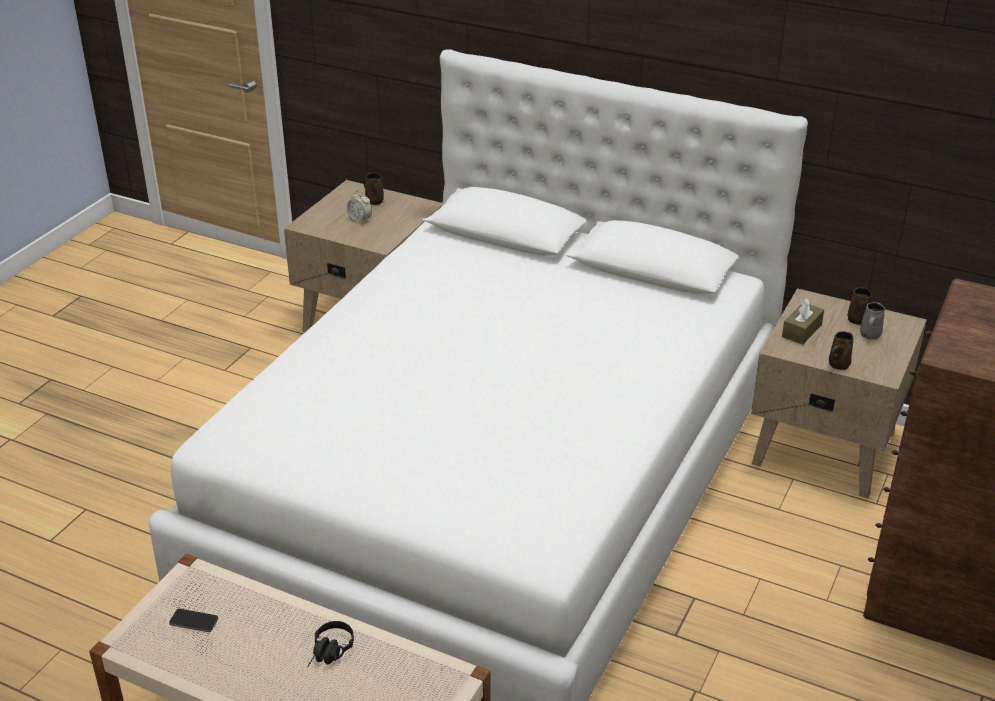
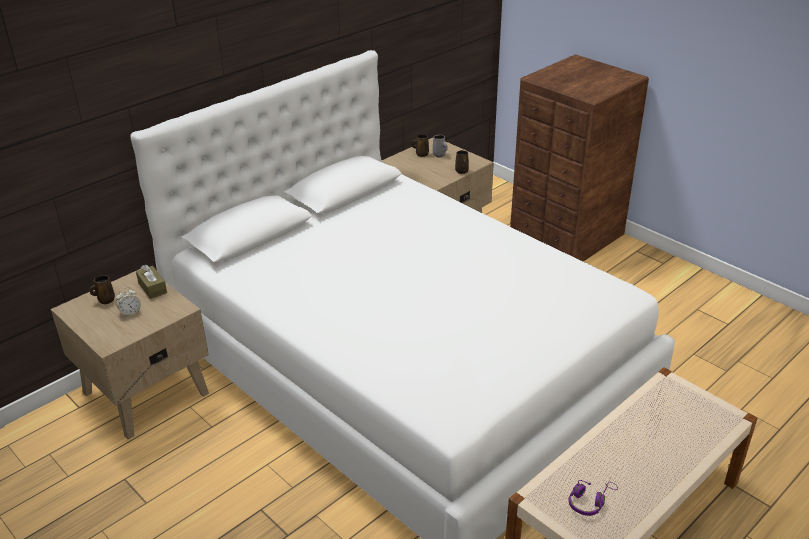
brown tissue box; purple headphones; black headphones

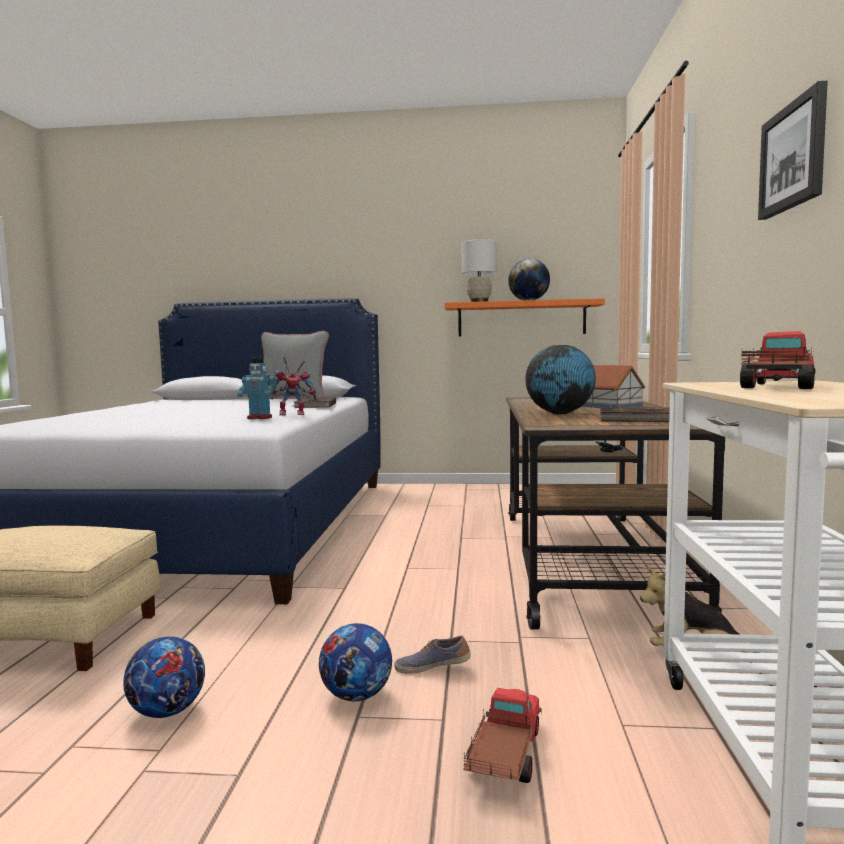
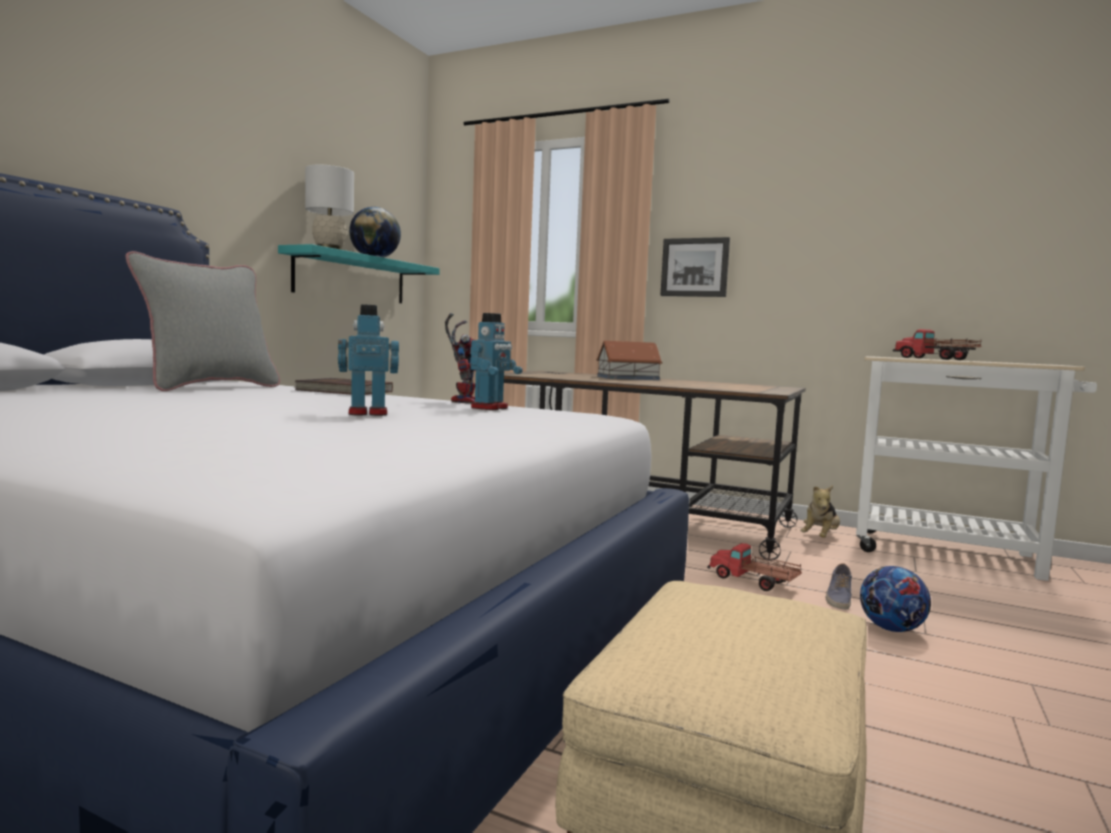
picture; turquoise shelf; globe (2nd from left in the first image); brown book (2nd from left in the first image); football (1st from left in the first image); toy truck (1st from left); toy robot (1st from left)

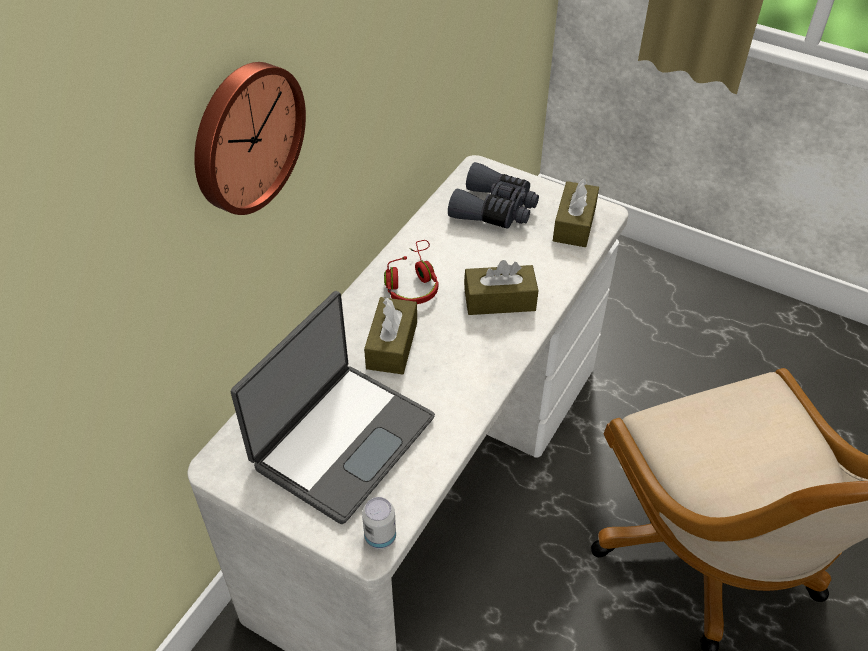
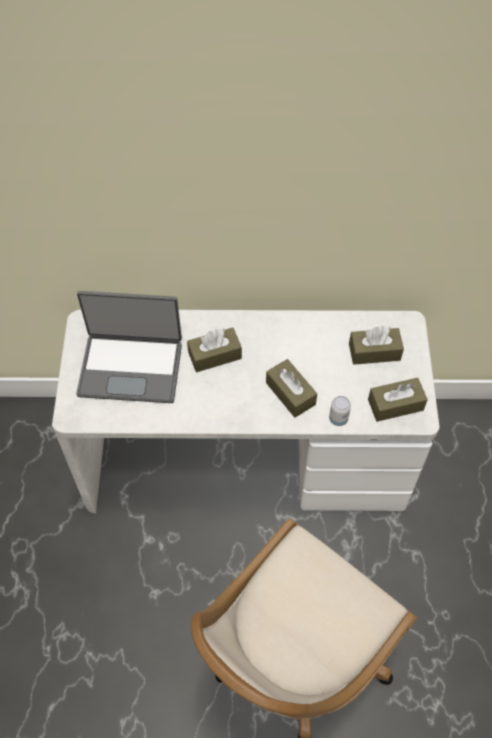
wall clock; brown tissue box (3rd from left); red headphones; can

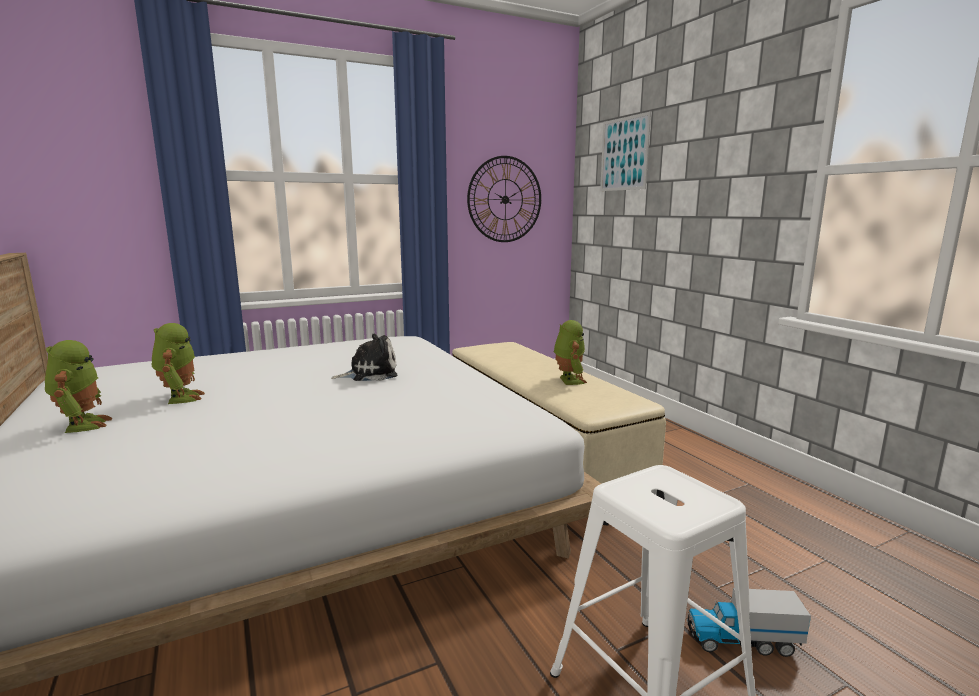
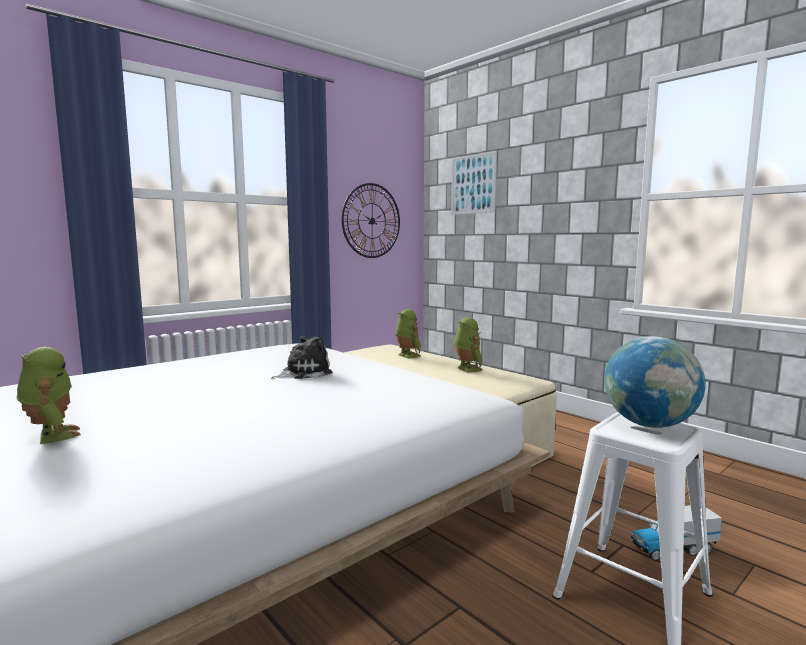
toy robot (2nd from left); globe

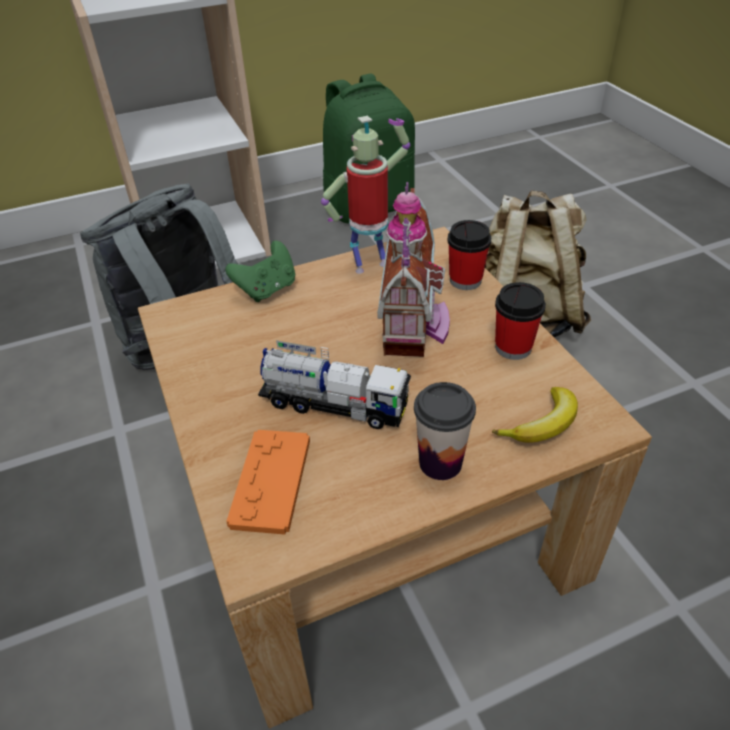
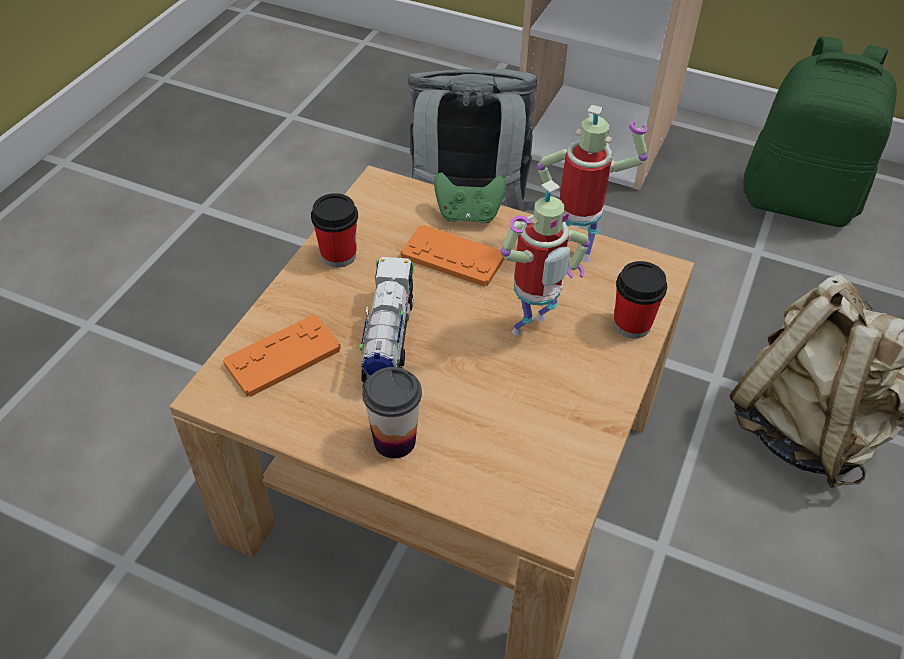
toy robot (1st from left); cup (1st from left); toy truck; banana; orange game controller (2nd from left)

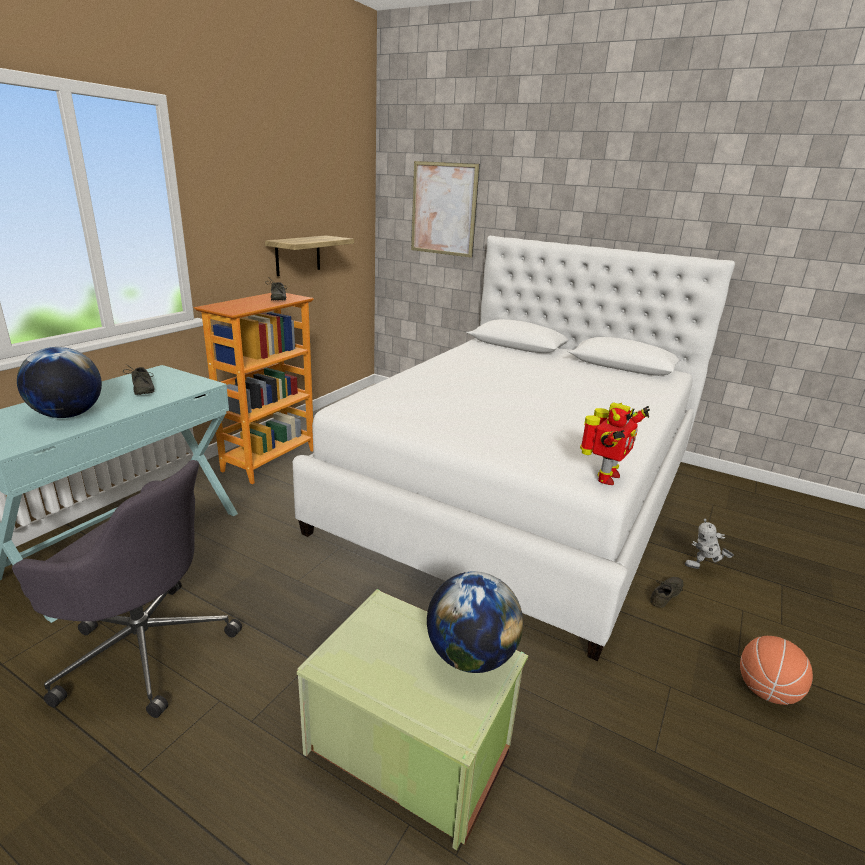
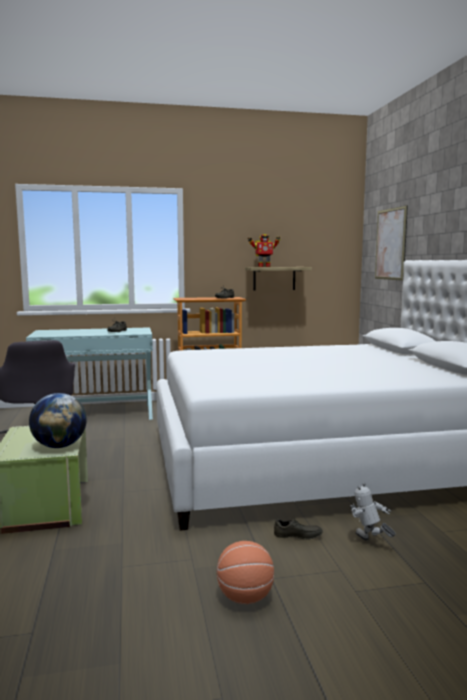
globe (1st from left in the first image); toy robot (1st from left)

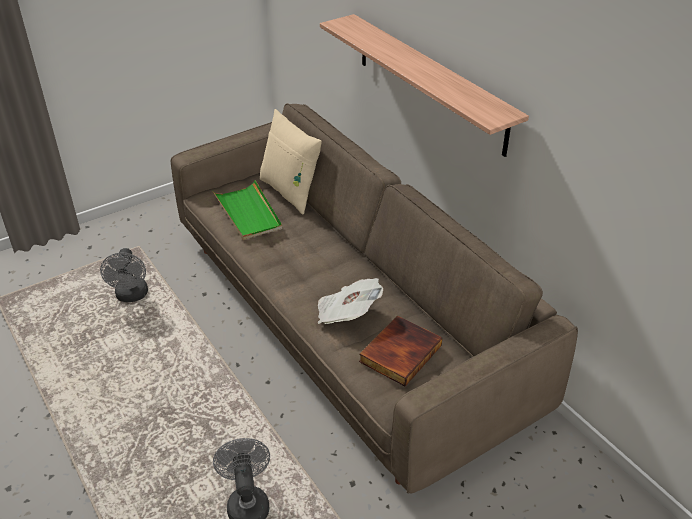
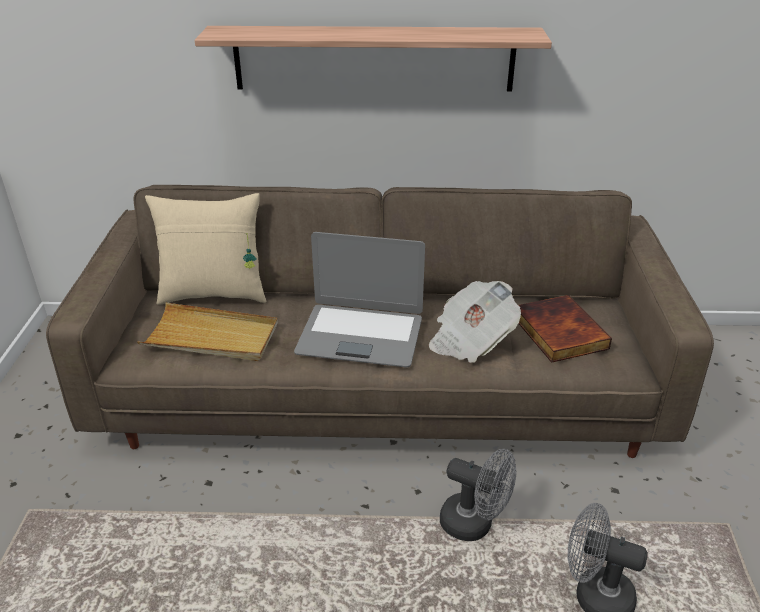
beige tray; grey fan (1st from left); laptop

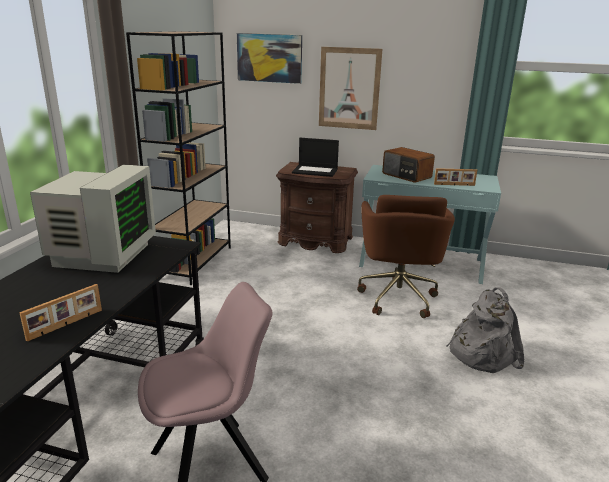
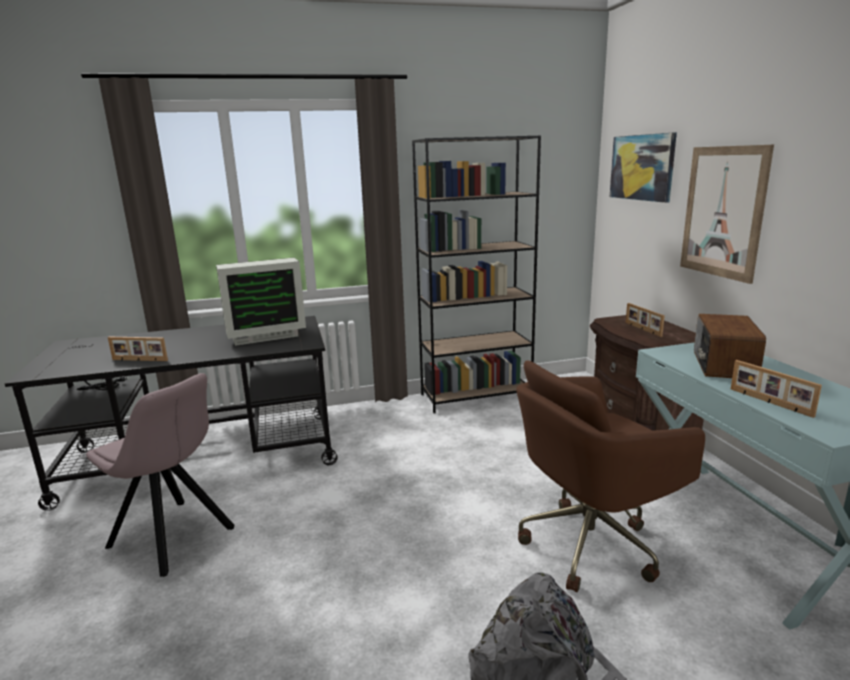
picture frame (2nd from left)

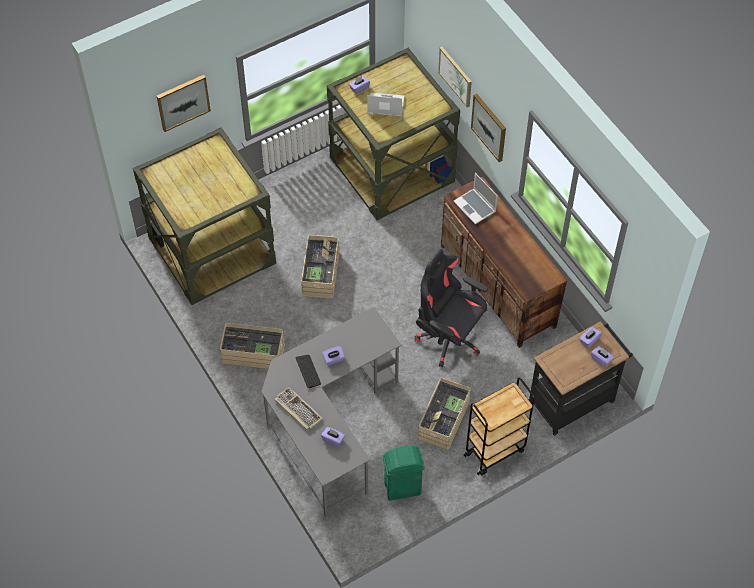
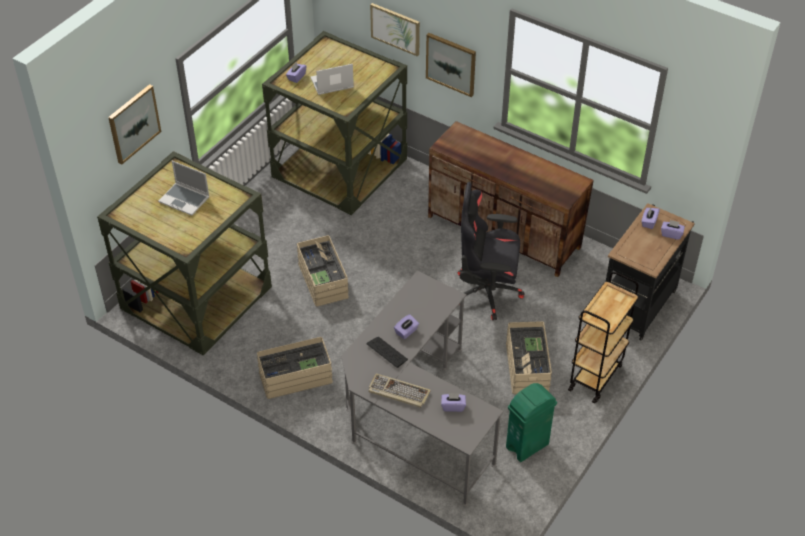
laptop (1st from left)

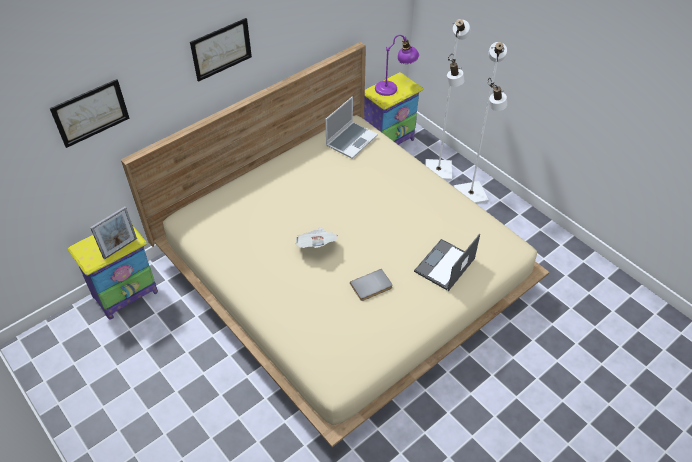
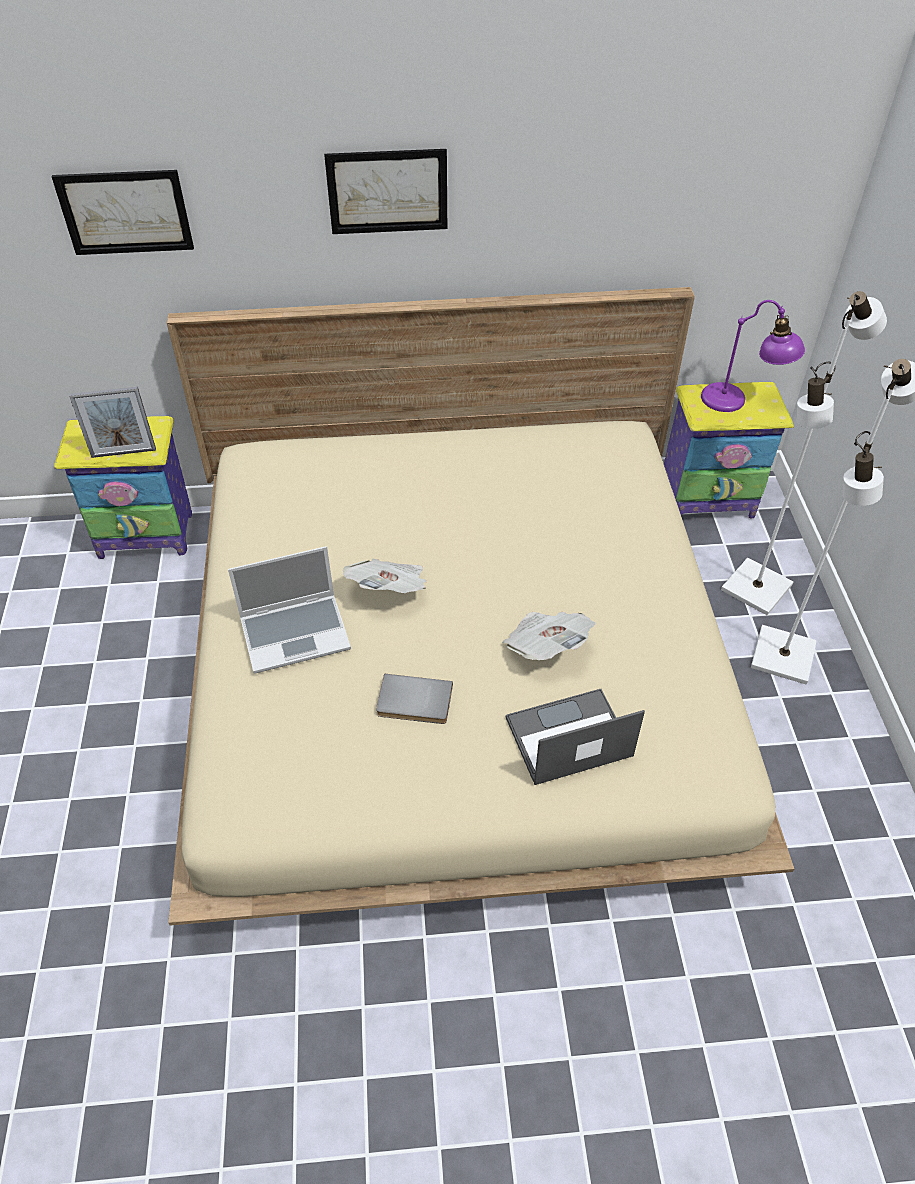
laptop (1st from left); newspaper (2nd from left)

